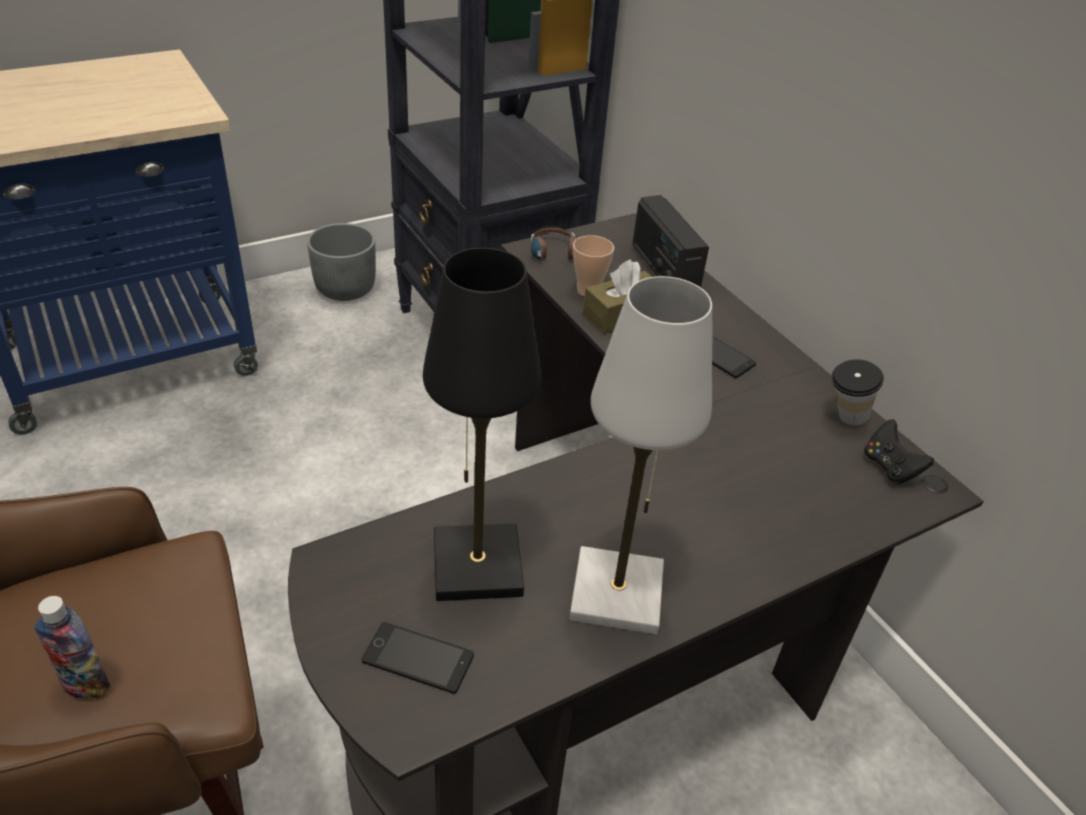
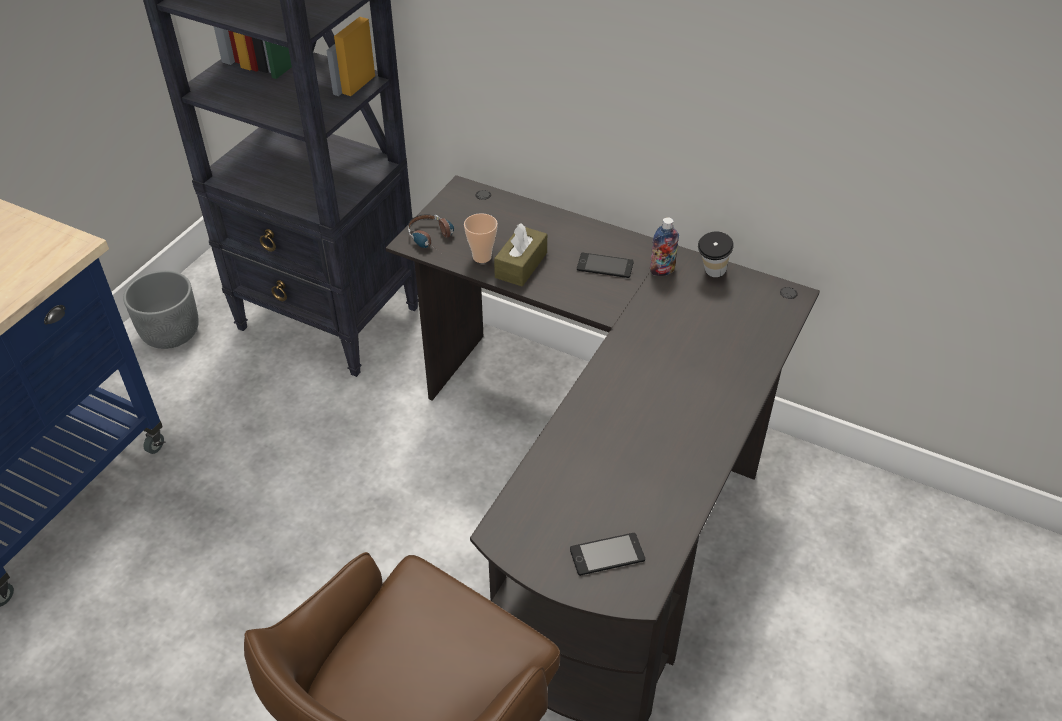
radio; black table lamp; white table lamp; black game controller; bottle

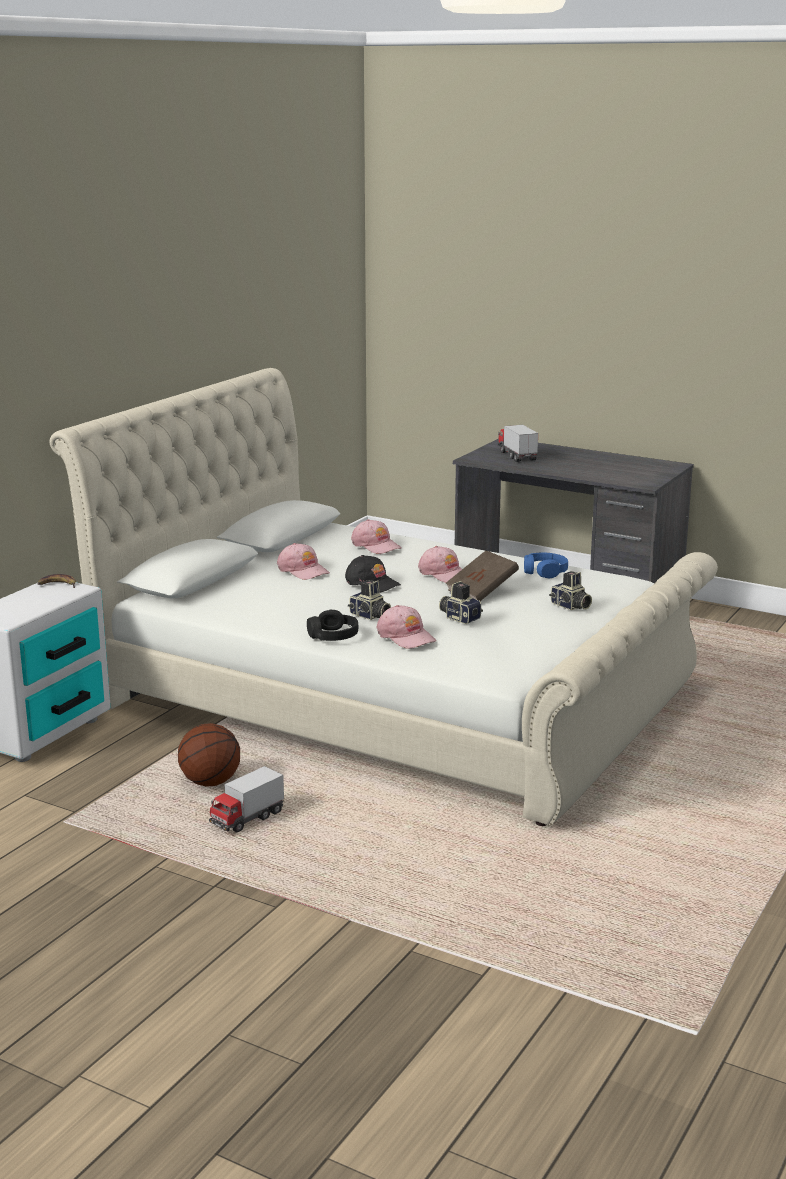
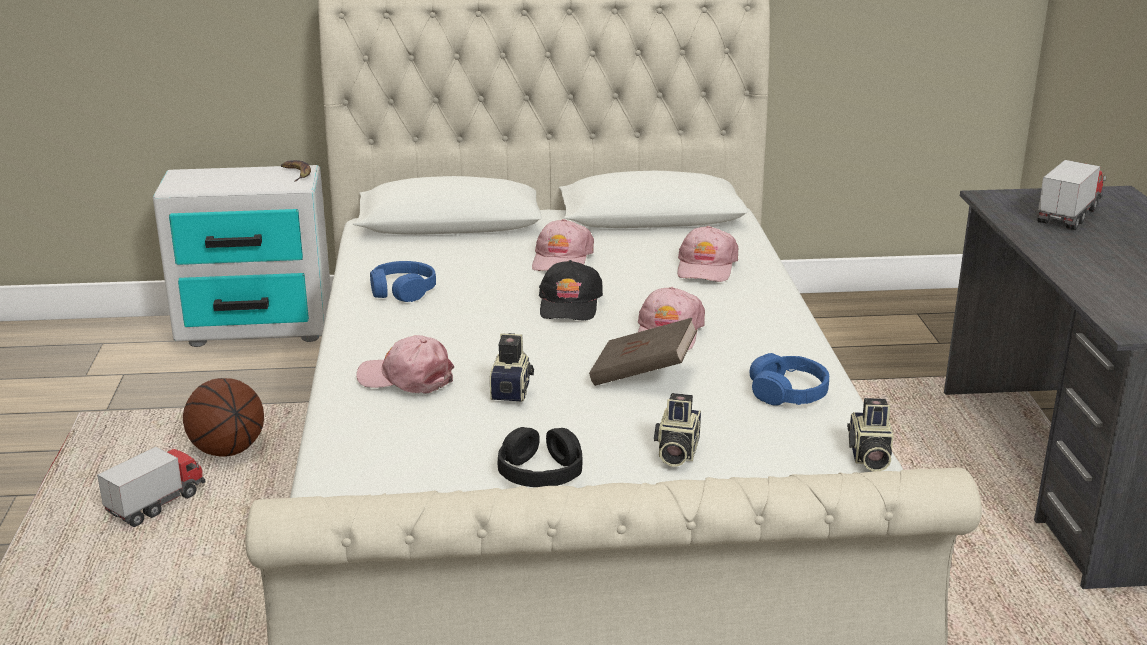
photo camera (3rd from left); pink cap (1st from left); black headphones; toy truck (1st from left); blue headphones (1st from left)

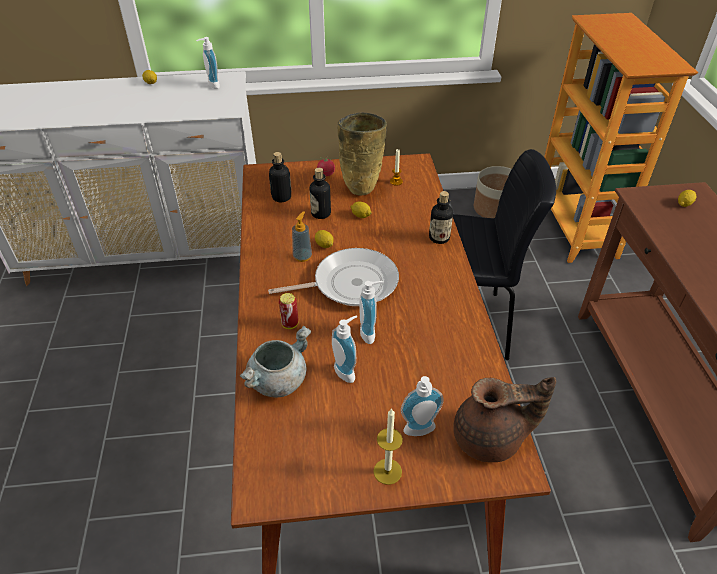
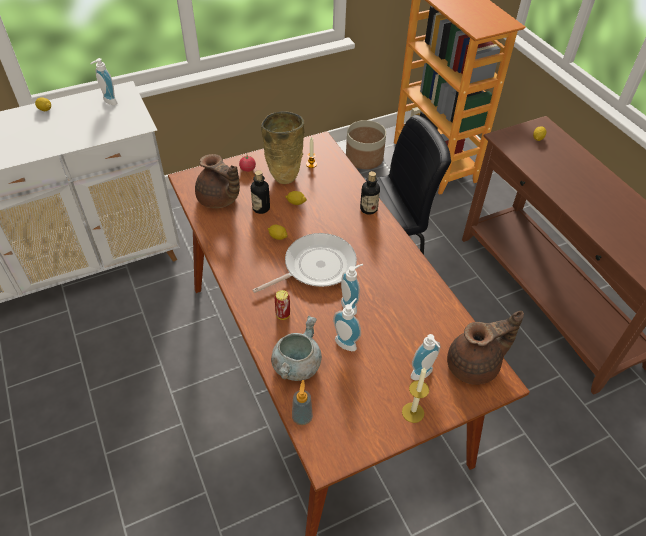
brown teapot (1st from left); soap dispenser (2nd from left)

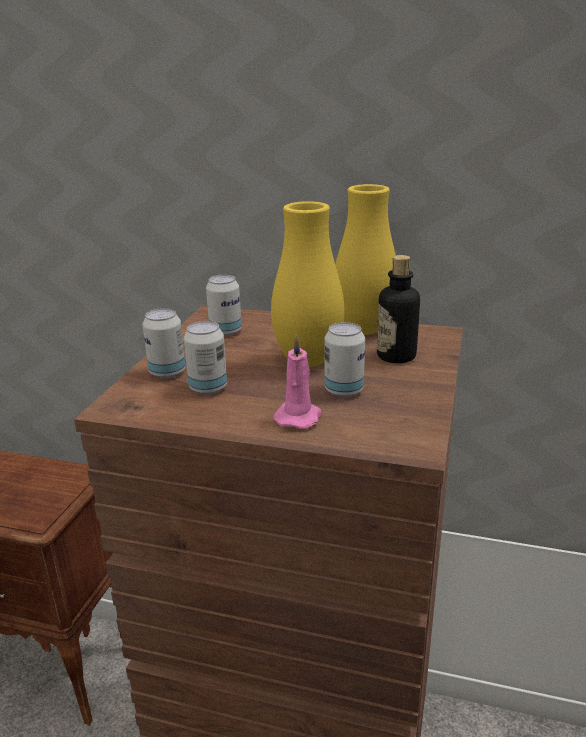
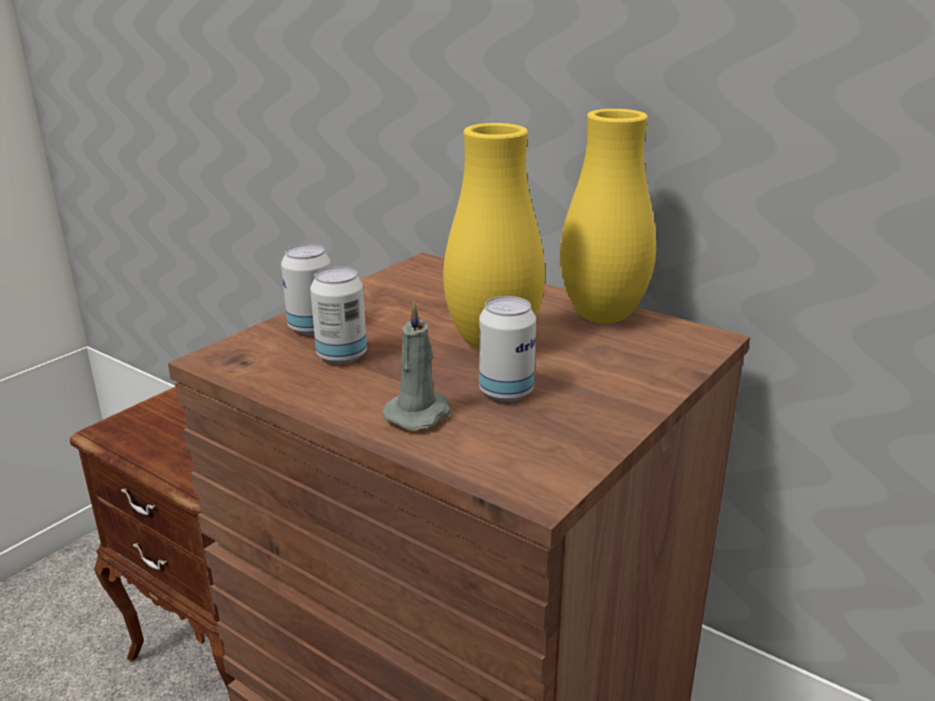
bottle; can (3rd from left in the first image); grey candle

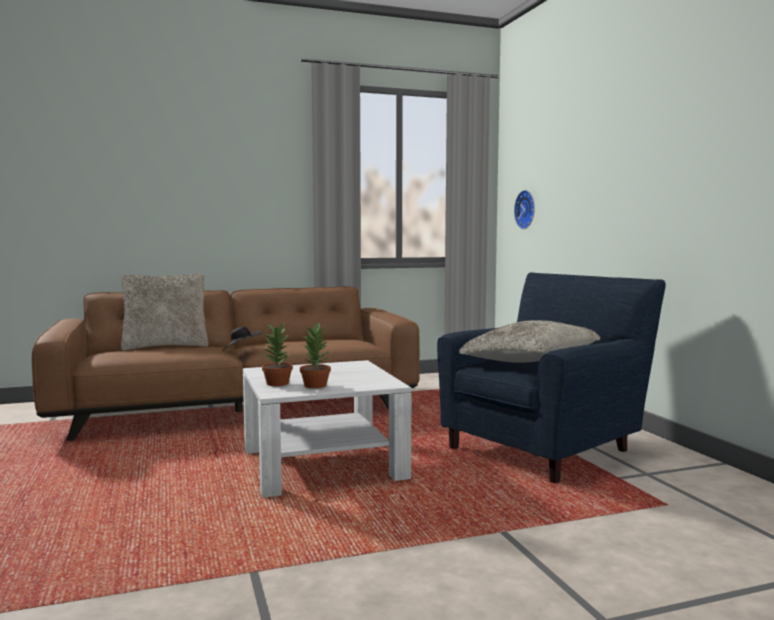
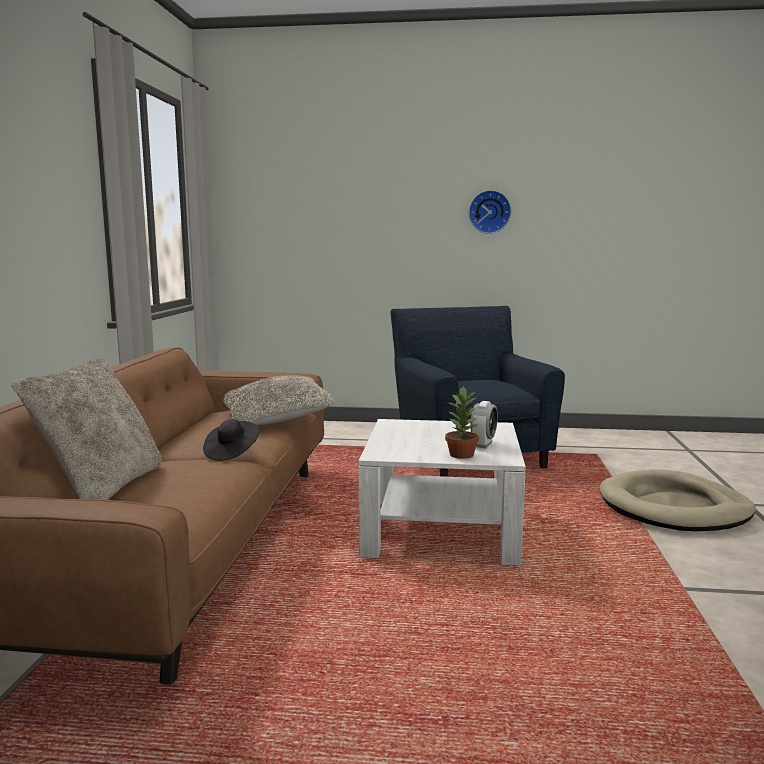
wall clock; beige pillow (2nd from left); alarm clock; beige dog bed

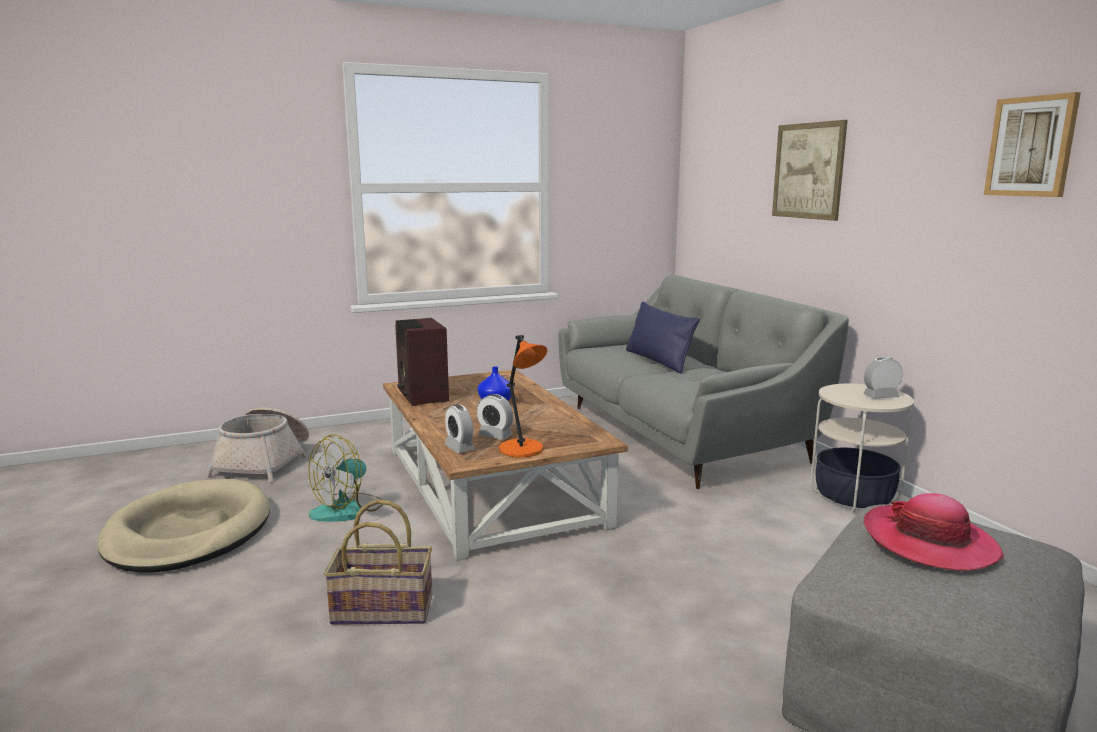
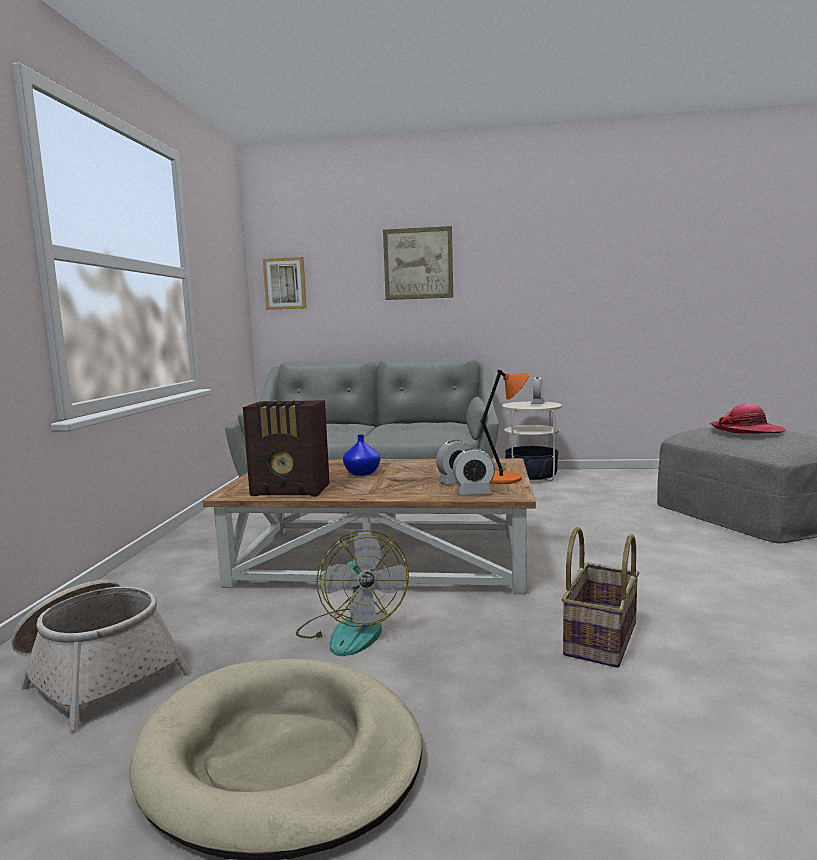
picture (1st from left); blue pillow

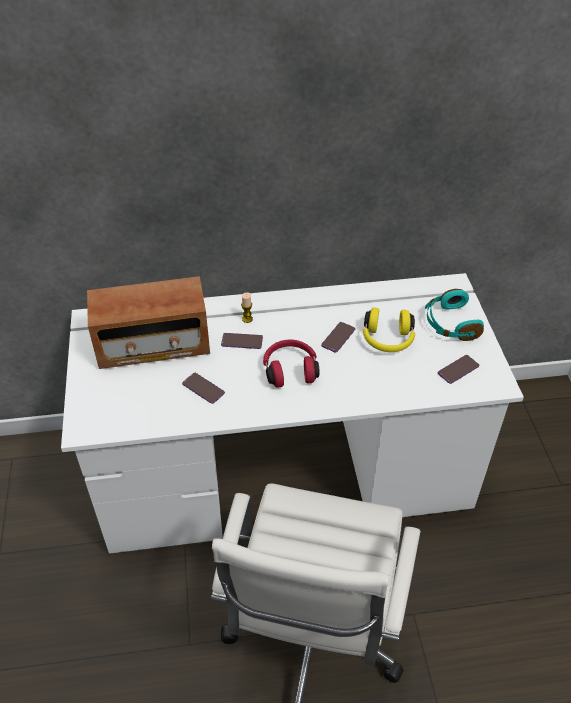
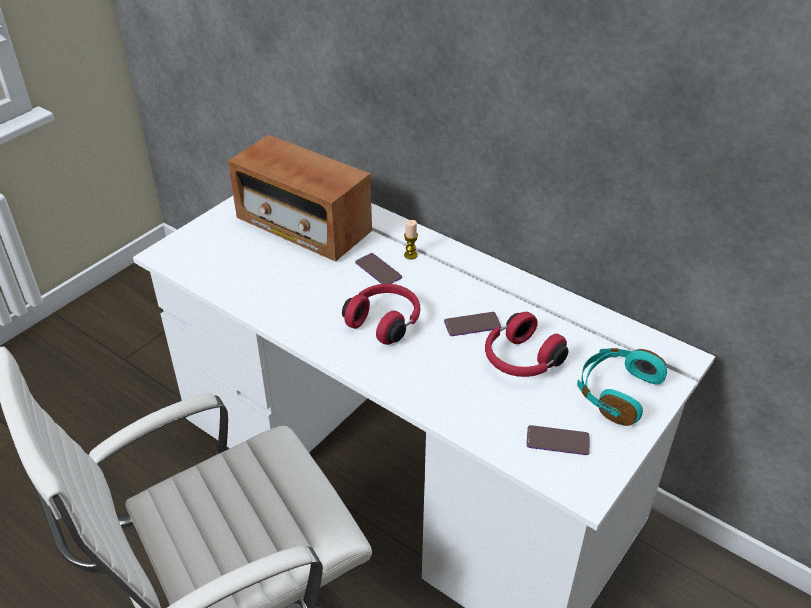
red headphones (2nd from left); phone (1st from left in the first image)

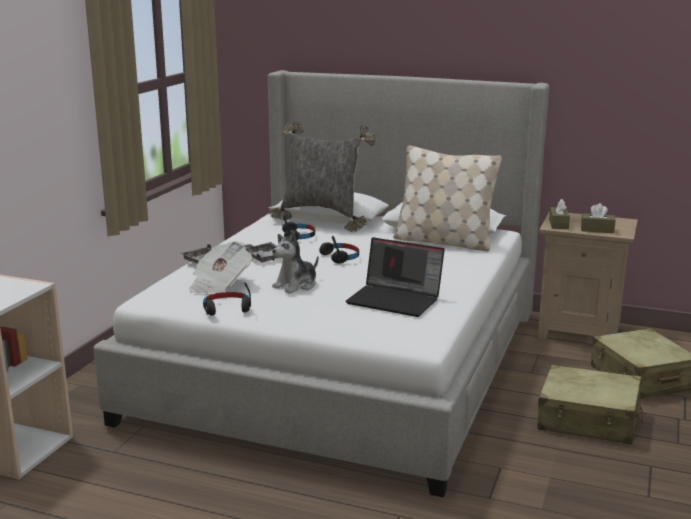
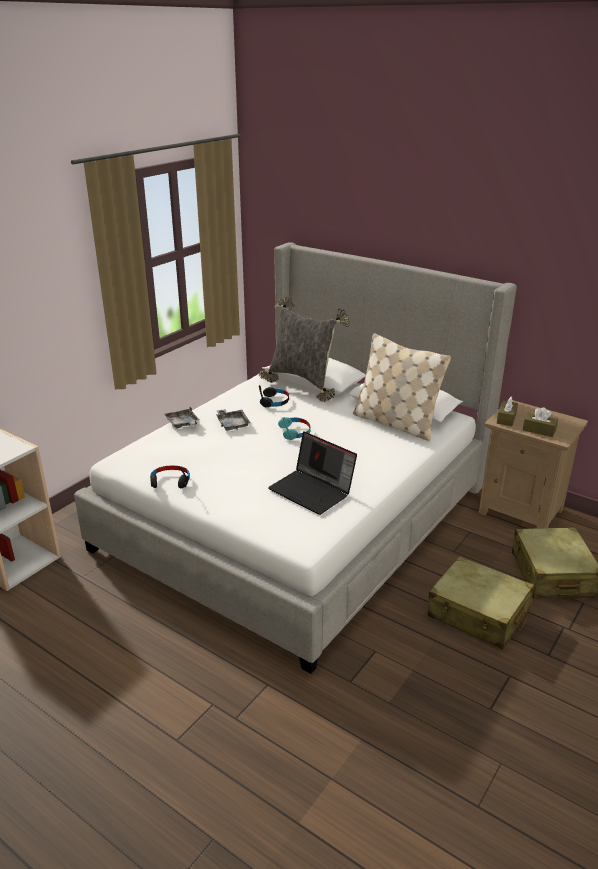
plush toy; turquoise headphones; newspaper

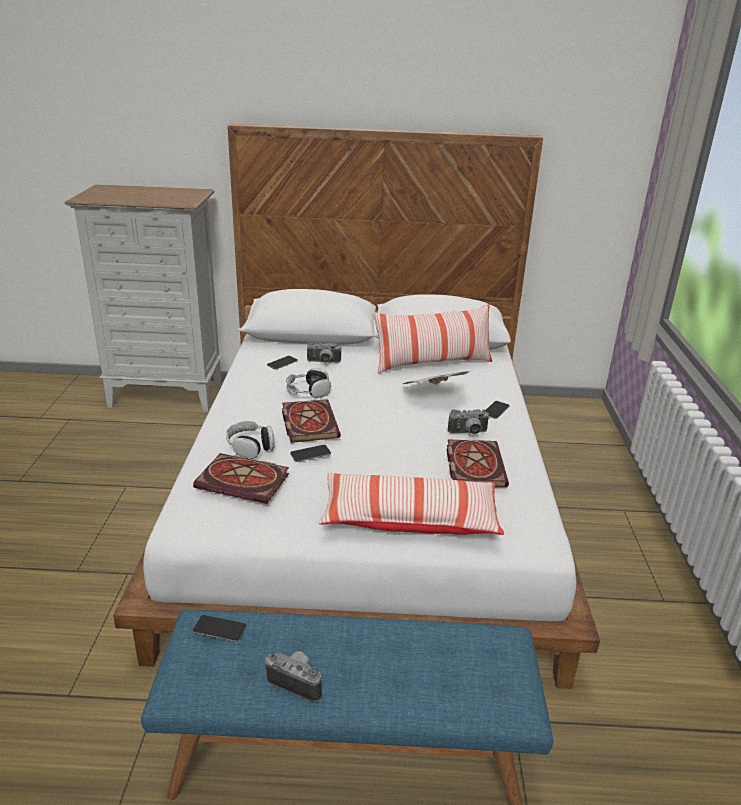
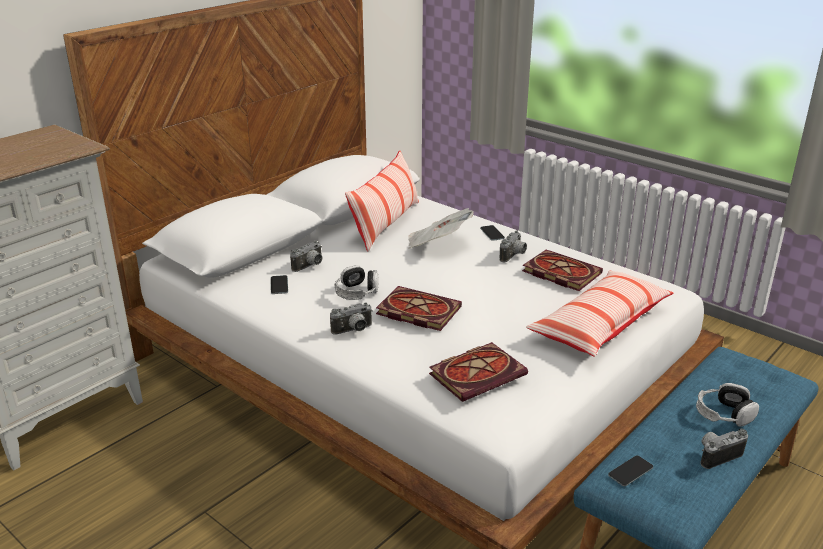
headphones (2nd from left); phone (3rd from left in the first image); photo camera (2nd from left)

